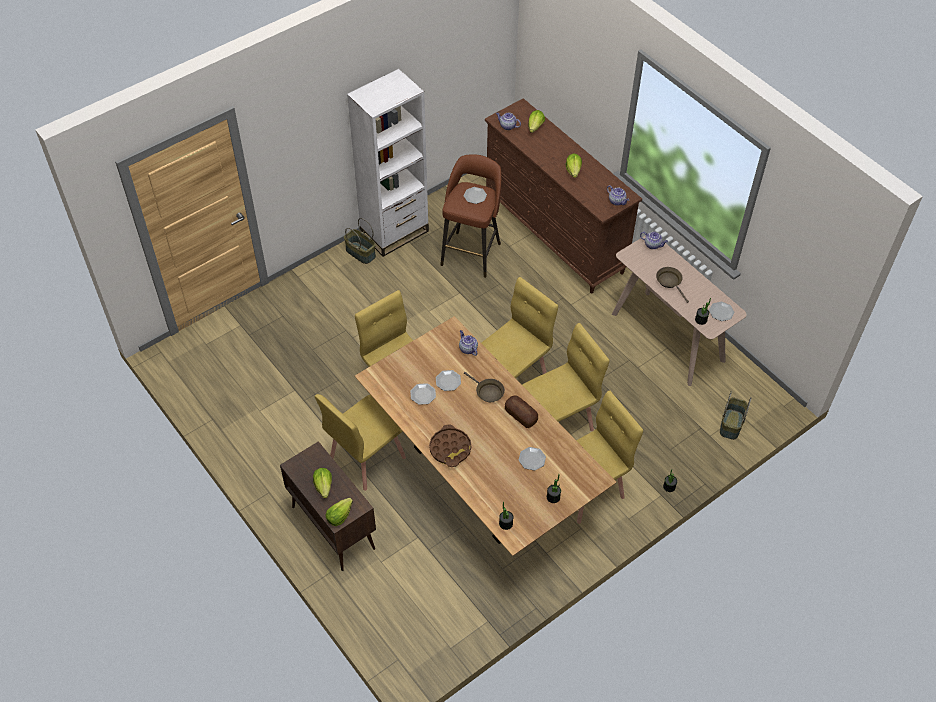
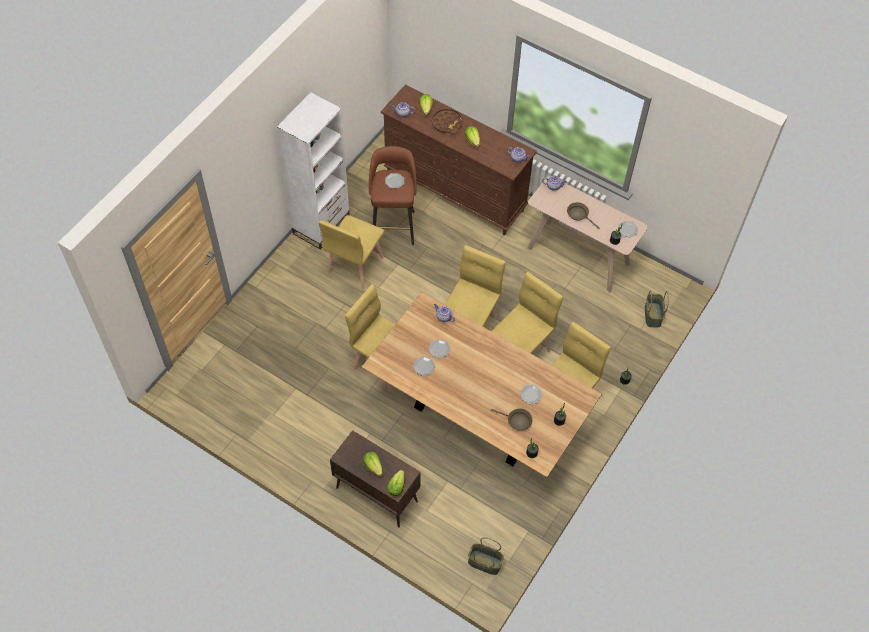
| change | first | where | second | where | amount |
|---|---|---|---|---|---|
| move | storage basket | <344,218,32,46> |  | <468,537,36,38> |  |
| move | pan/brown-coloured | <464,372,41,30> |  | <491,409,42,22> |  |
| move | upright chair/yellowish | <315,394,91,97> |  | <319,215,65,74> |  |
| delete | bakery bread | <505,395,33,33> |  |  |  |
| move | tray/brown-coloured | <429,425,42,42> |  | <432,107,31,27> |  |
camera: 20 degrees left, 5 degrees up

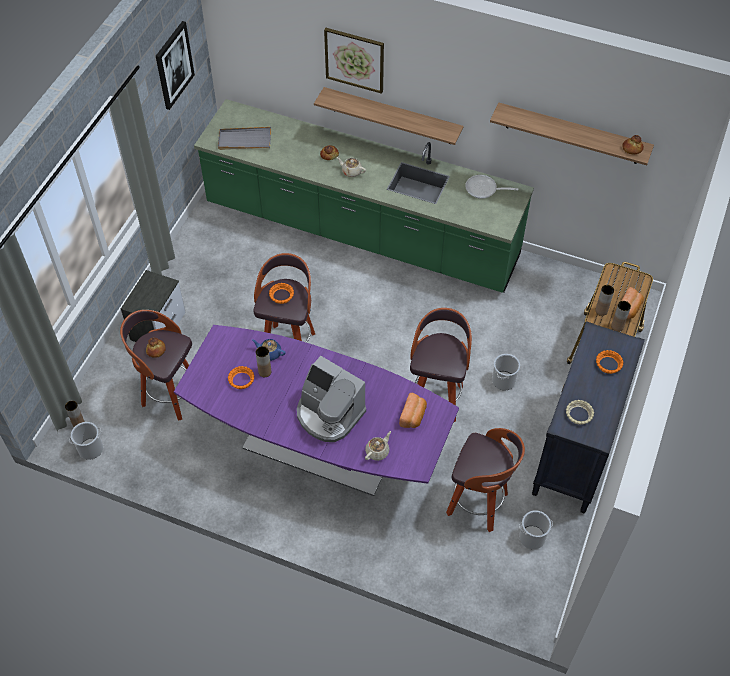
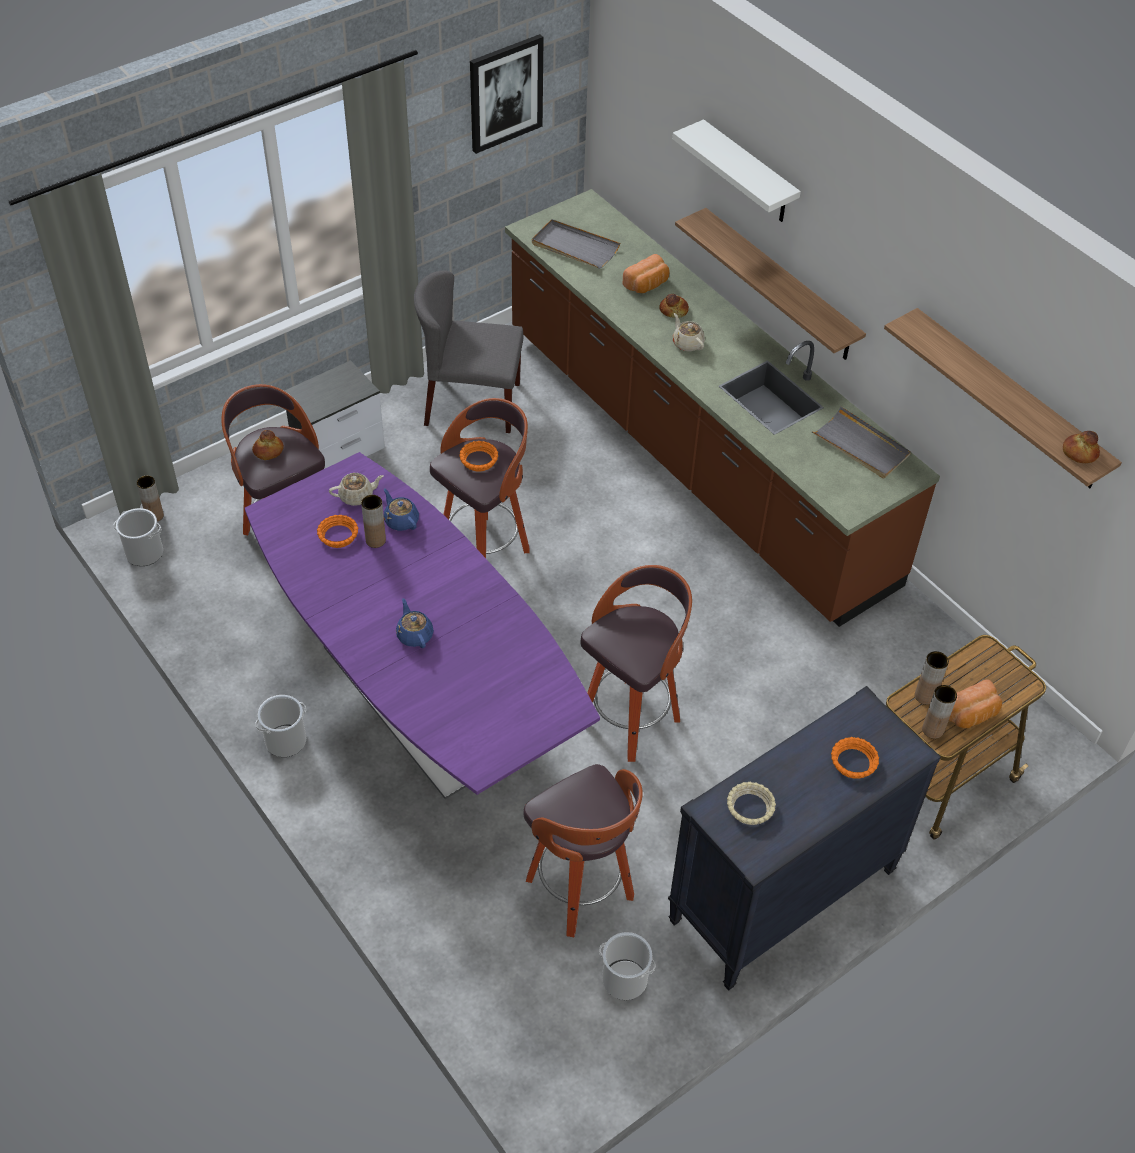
| change | first | where | second | where | amount |
|---|---|---|---|---|---|
| replace | picture | <324,28,60,66> | shelf/white | <672,119,129,103> |  |
| recolor | kitchen base unit/greenish | <194,99,340,194> | kitchen base unit/brown-coloured | <505,189,435,438> |  |
| replace | pan | <465,175,53,24> | tray/greyish | <812,406,99,72> |  |
| move | bucket | <492,354,28,36> |  | <255,695,51,62> |  |
| replace | coffee brewer | <297,356,69,86> | teapot/bluish | <396,598,38,50> |  |
| move | bakery bread | <399,393,28,35> |  | <623,254,47,39> |  |
| move | teapot/beige-coloured | <365,431,26,30> |  | <329,473,55,33> |  |
| insert |  |  | upright chair/greyish | <414,270,110,163> |  |
camera: 30 degrees right, 5 degrees down

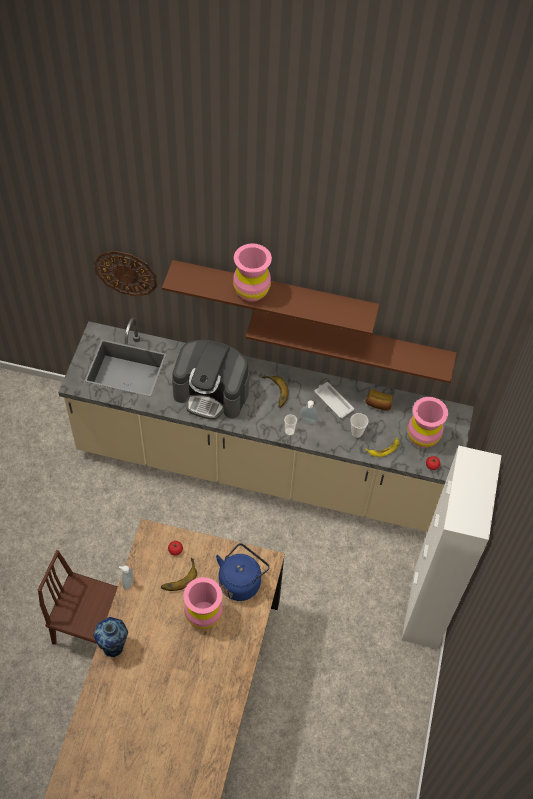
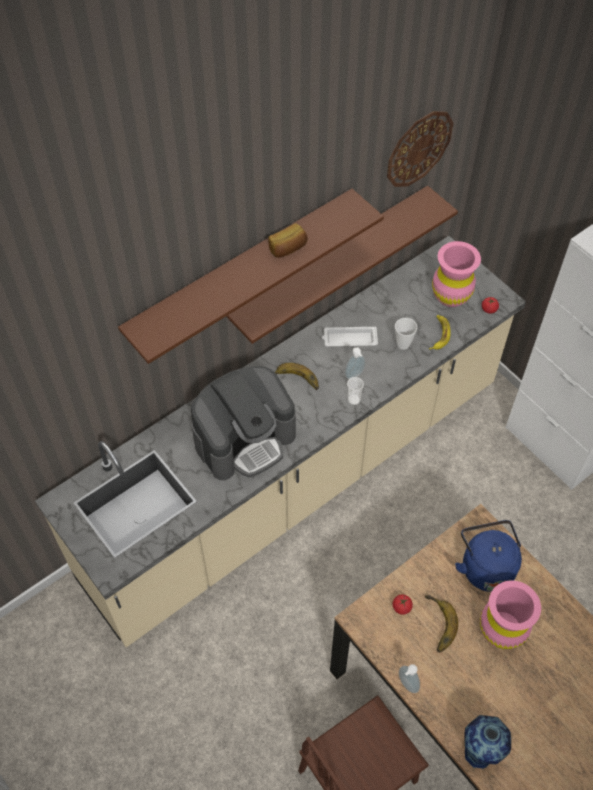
| change | first | where | second | where | amount |
|---|---|---|---|---|---|
| delete | vase/pink | <233,244,39,58> |  |  |  |
| move | hanging clock | <94,251,63,46> |  | <387,111,67,76> |  |
| move | bakery bread | <366,389,27,22> |  | <268,223,40,35> |  |
camera: 50 degrees left, 0 degrees up

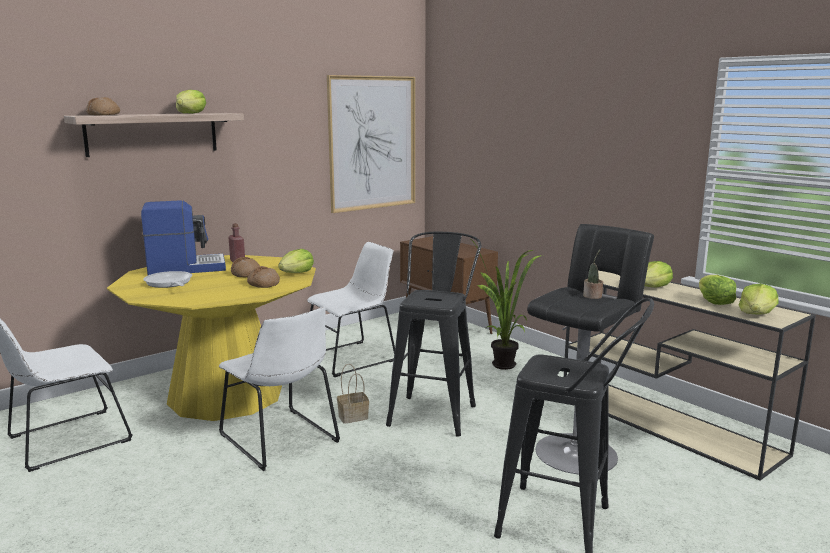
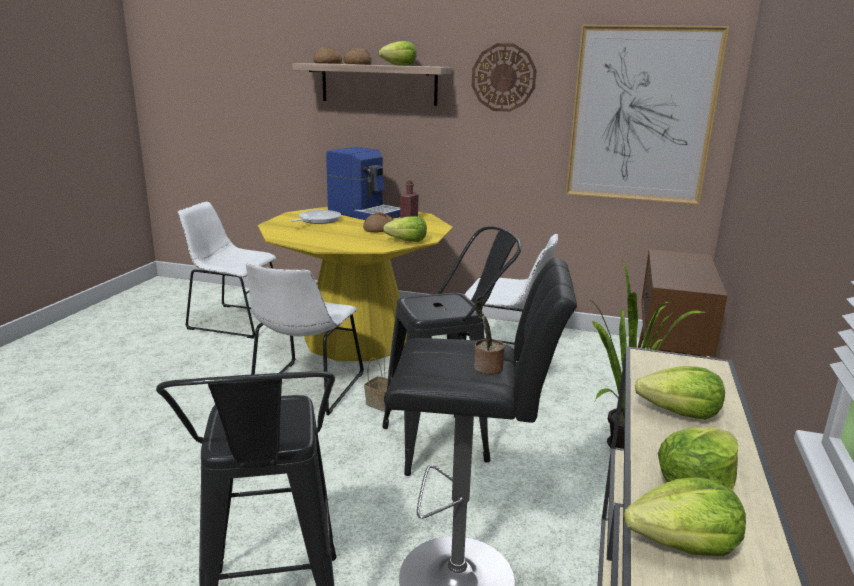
| change | first | where | second | where | amount |
|---|---|---|---|---|---|
| move | bakery bread | <247,266,33,22> |  | <343,48,29,17> |  |
| insert |  |  | hanging clock | <472,43,65,69> |  |
camera: 55 degrees right, 5 degrees up

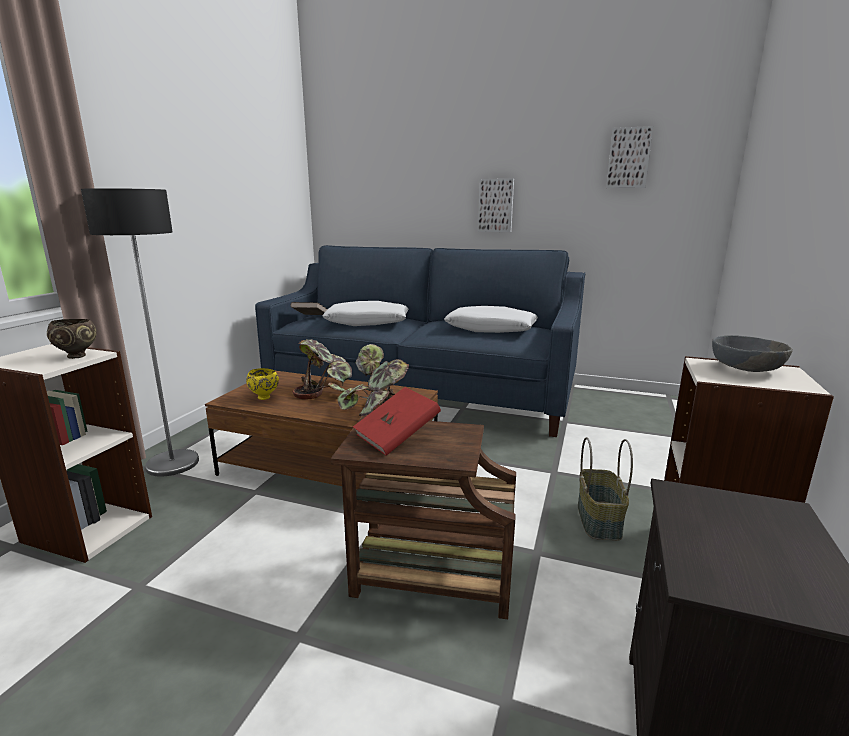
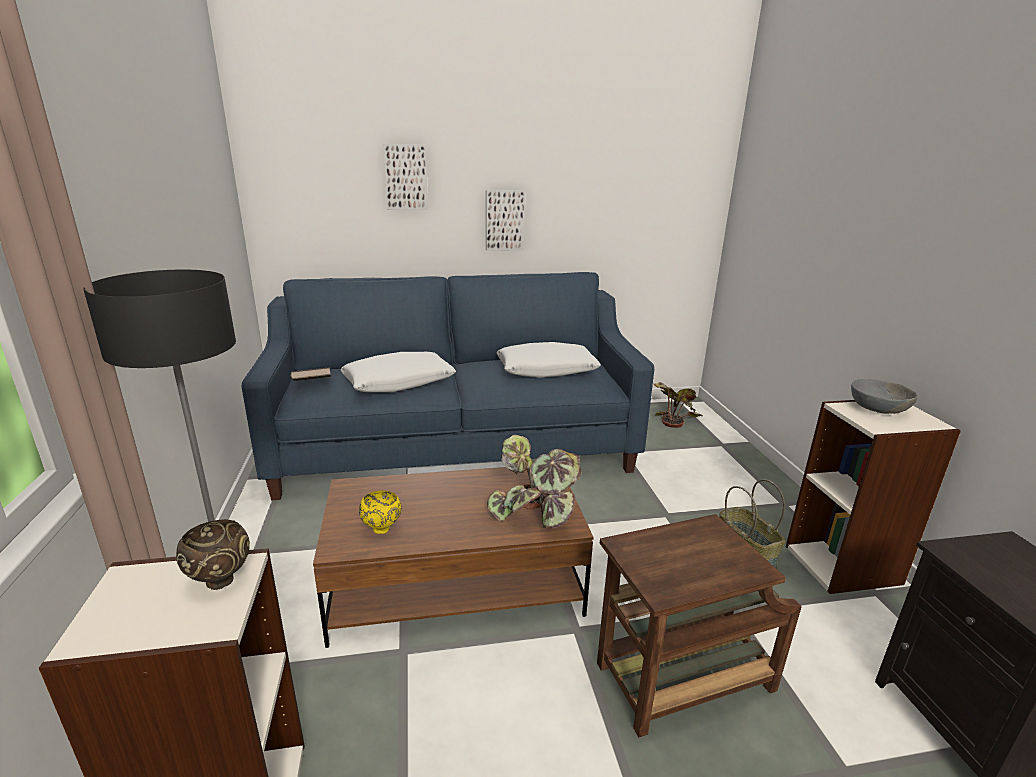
| change | first | where | second | where | amount |
|---|---|---|---|---|---|
| move | picture | <606,126,47,62> |  | <383,144,45,66> |  |
| move | plant in a pot | <292,339,60,61> |  | <654,382,49,46> |  |
| delete | bound book/reddish | <353,387,88,69> |  |  |  |
camera: 30 degrees left, 5 degrees up

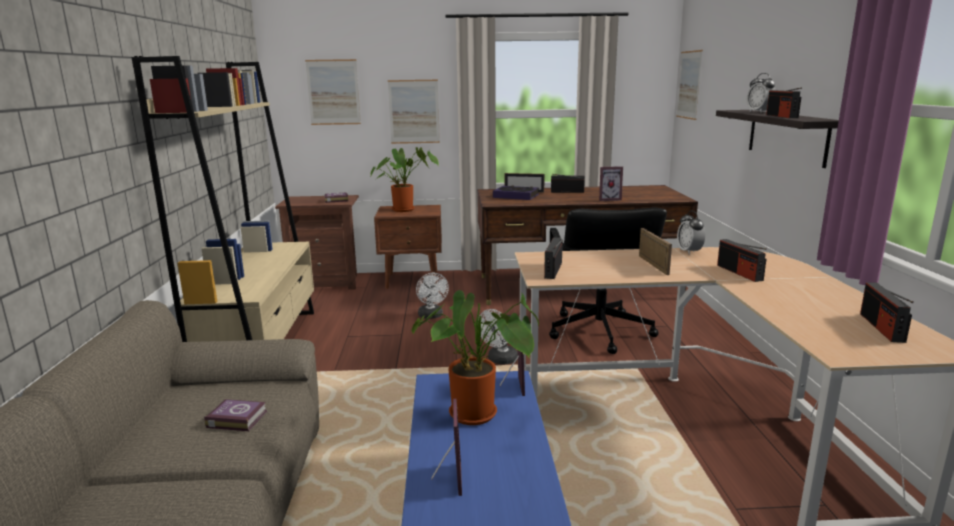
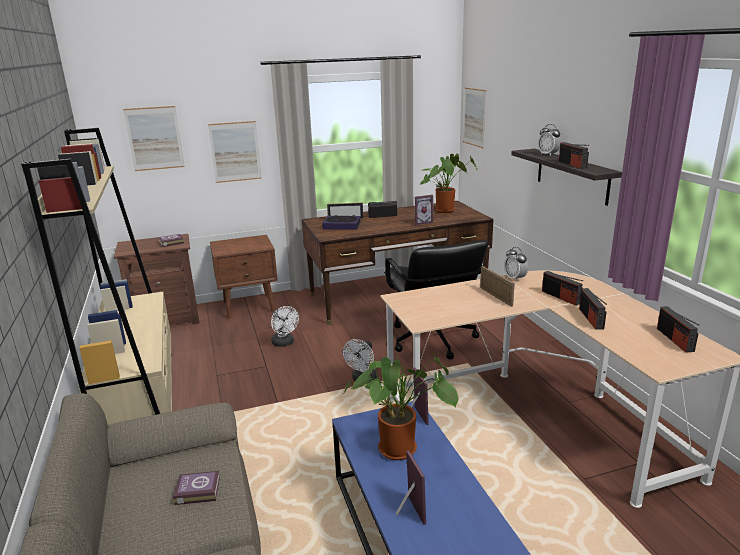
| change | first | where | second | where | amount |
|---|---|---|---|---|---|
| move | plant in a pot | <371,147,68,65> |  | <420,153,57,60> |  |
| move | radio set | <544,237,19,42> |  | <579,288,28,42> |  |
camera: 15 degrees left, 5 degrees up

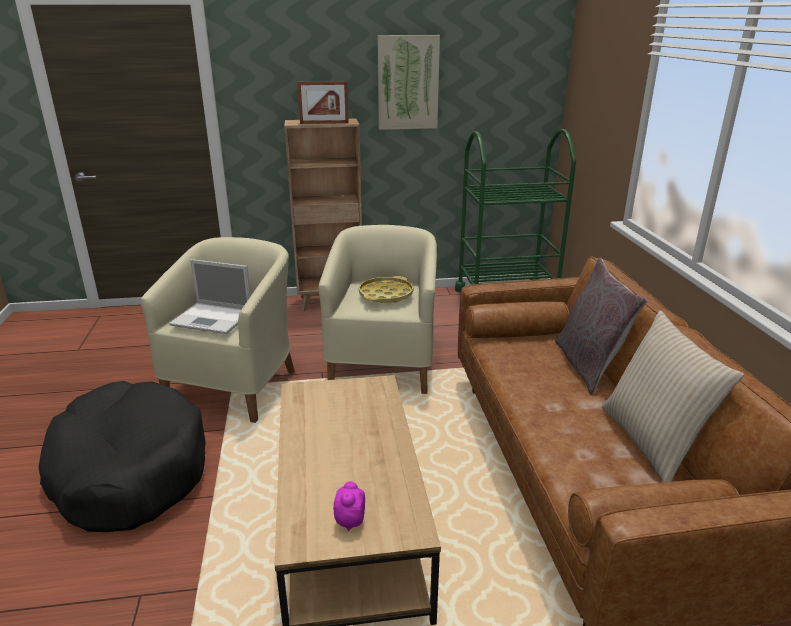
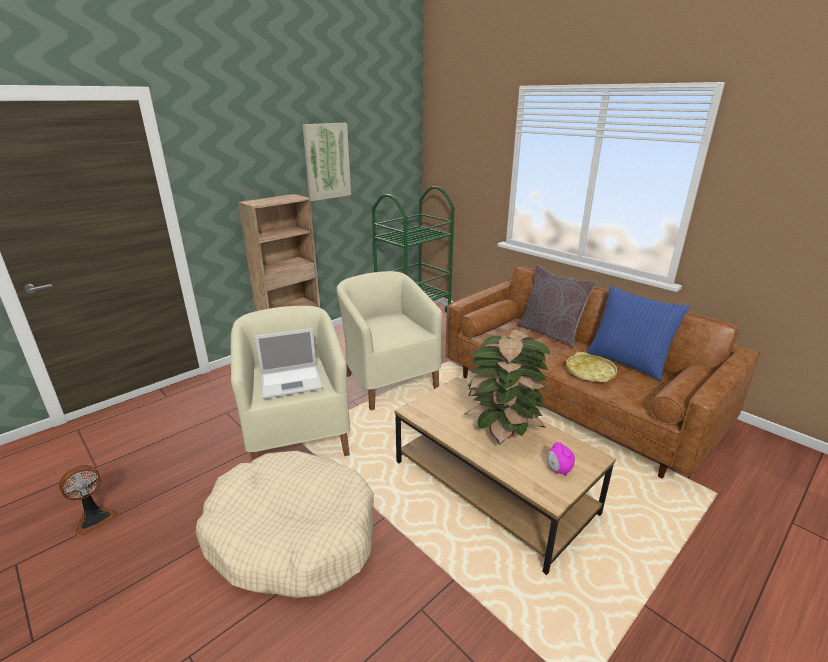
| change | first | where | second | where | amount |
|---|---|---|---|---|---|
| delete | picture frame | <297,81,52,43> |  |  |  |
| move | tray/yellowish | <359,276,54,27> |  | <566,352,51,30> |  |
| recolor | throw pillow/beige-coloured | <602,311,142,171> | throw pillow/bluish | <586,286,104,95> |  |
| recolor | pet bed/blackish | <38,381,168,151> | pet bed/beige-coloured | <196,451,178,147> |  |
| insert |  |  | plant in a pot | <464,329,86,116> |  |
| insert |  |  | electric fan | <59,465,59,71> |  |
camera: 35 degrees left, 0 degrees up

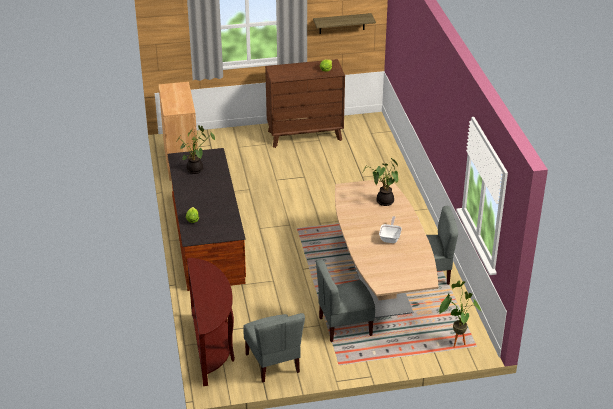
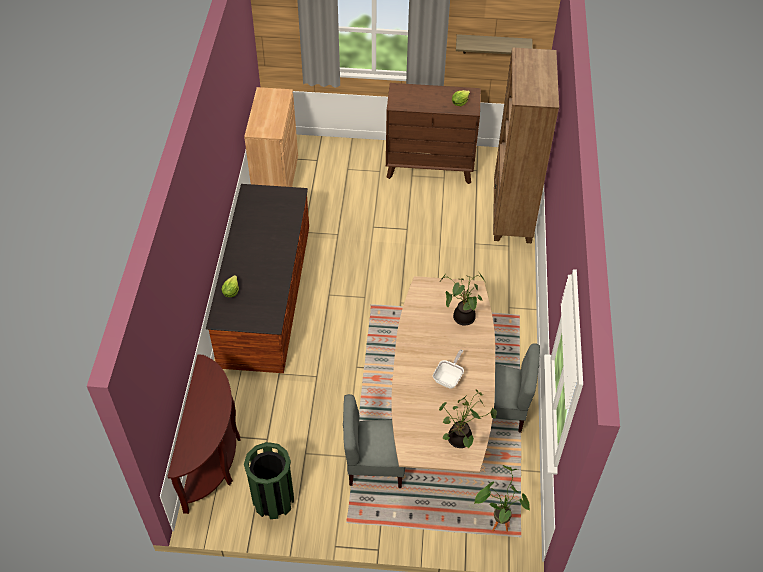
| change | first | where | second | where | amount |
|---|---|---|---|---|---|
| move | plant in a pot | <176,125,39,49> |  | <439,389,58,60> |  |
| replace | upright chair/greyish | <243,313,62,70> | trash can/greenish | <244,442,50,77> |  |
| insert |  |  | shelving unit/brown-coloured | <493,47,66,196> |  |
camera: 15 degrees right, 15 degrees up

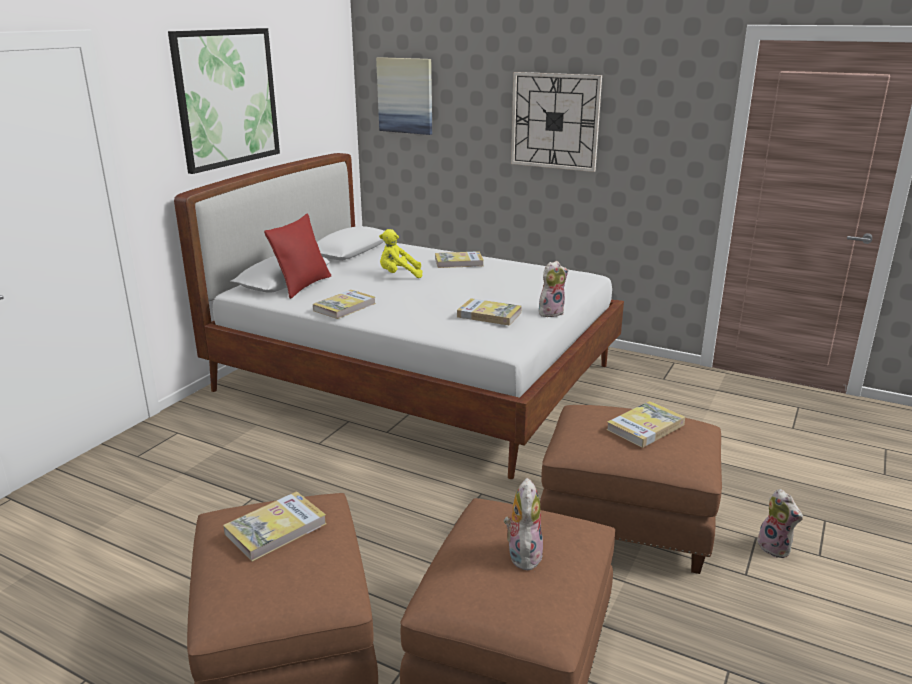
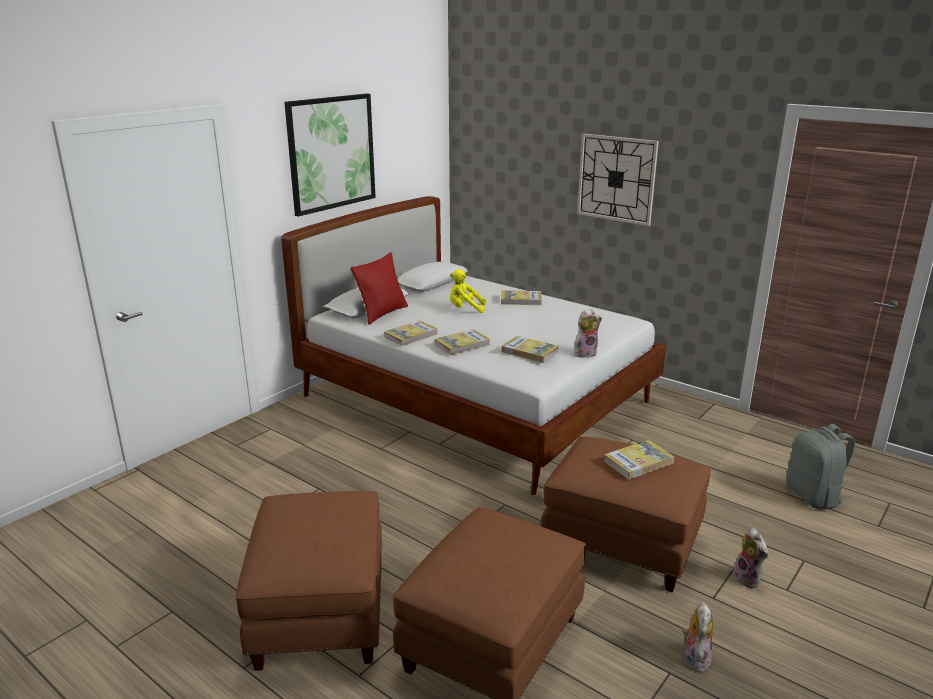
| change | first | where | second | where | amount |
|---|---|---|---|---|---|
| delete | picture | <376,57,56,78> |  |  |  |
| move | plush toy | <504,478,39,92> |  | <683,602,30,70> |  |
| move | bound book | <223,492,104,69> |  | <435,329,55,26> |  |
| insert |  |  | knapsack/greyish | <786,424,69,86> |  |
camera: 10 degrees right, 0 degrees up

